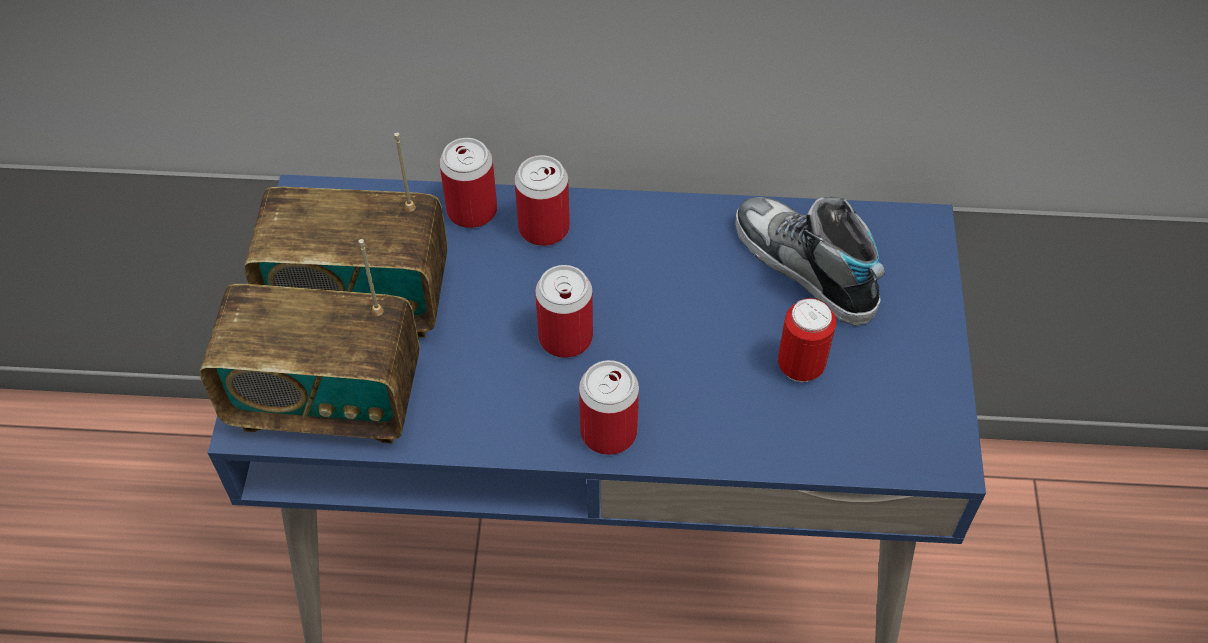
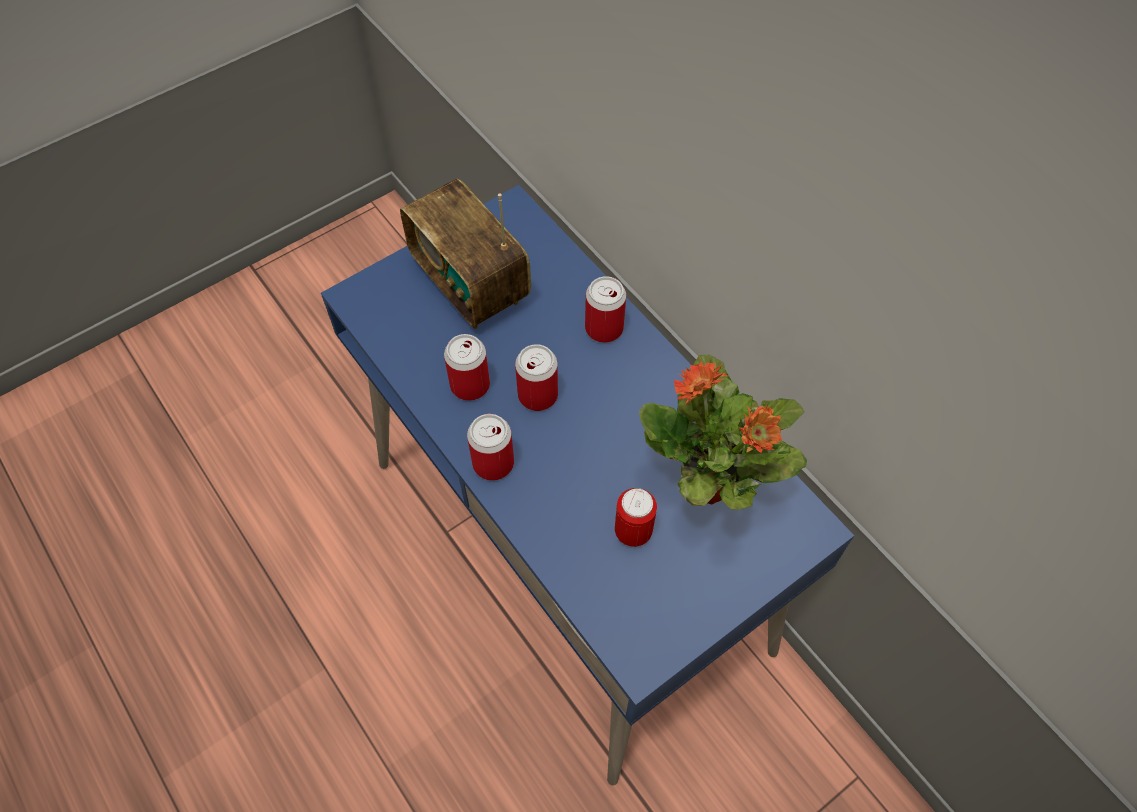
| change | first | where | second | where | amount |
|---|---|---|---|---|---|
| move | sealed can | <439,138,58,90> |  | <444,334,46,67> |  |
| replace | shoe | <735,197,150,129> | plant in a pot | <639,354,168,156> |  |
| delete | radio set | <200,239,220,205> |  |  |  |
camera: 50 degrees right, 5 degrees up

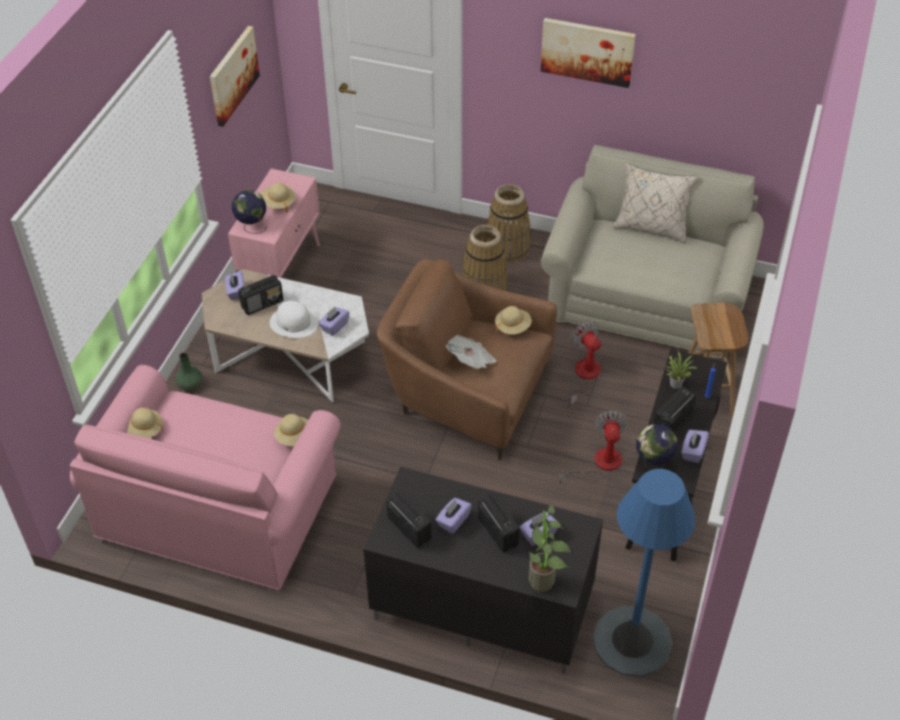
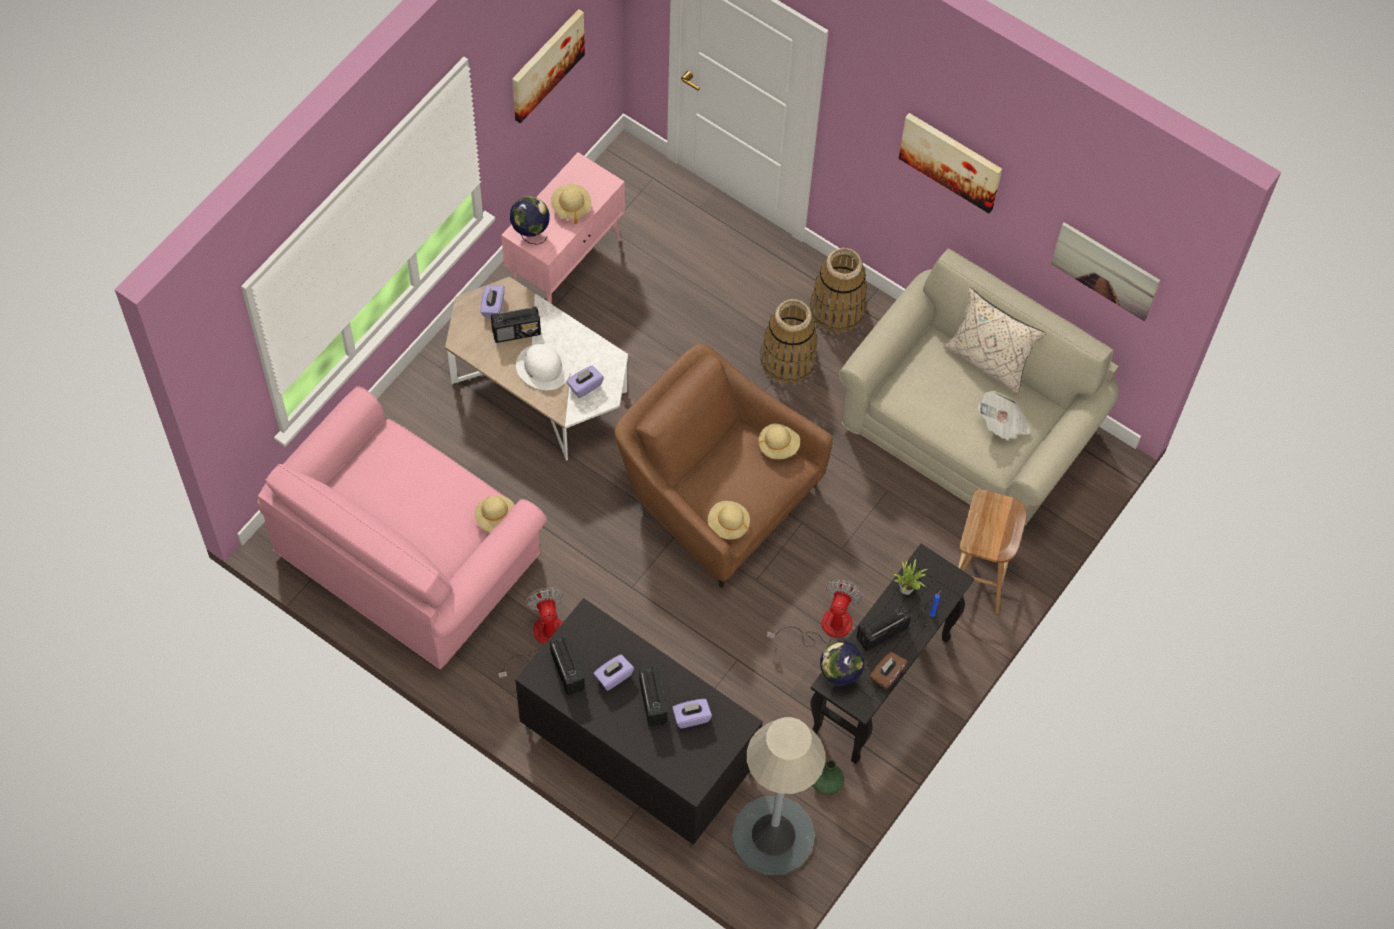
| change | first | where | second | where | amount |
|---|---|---|---|---|---|
| move | electric fan | <566,321,35,86> |  | <498,587,66,91> |  |
| move | newspaper | <445,335,52,34> |  | <978,391,52,49> |  |
| move | vase/greenish | <175,352,28,39> |  | <812,760,32,36> |  |
| move | clothing hat/beige-coloured | <127,408,37,30> |  | <708,501,42,39> |  |
| recolor | tissue box/purplish | <681,430,28,33> | tissue box/brown-coloured | <870,651,38,39> |  |
| recolor | standard lamp/bluish | <593,469,103,208> | standard lamp/greyish | <732,717,93,158> |  |
| delete | plant in a pot | <528,503,46,89> |  |  |  |
| insert |  |  | picture | <1051,222,109,99> |  |
camera: 15 degrees right, 15 degrees up

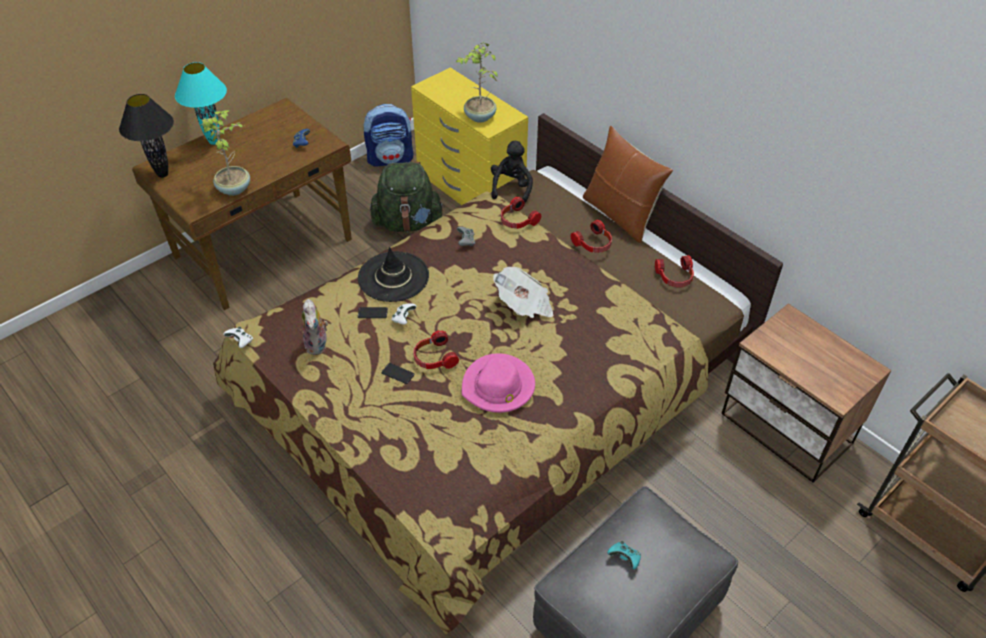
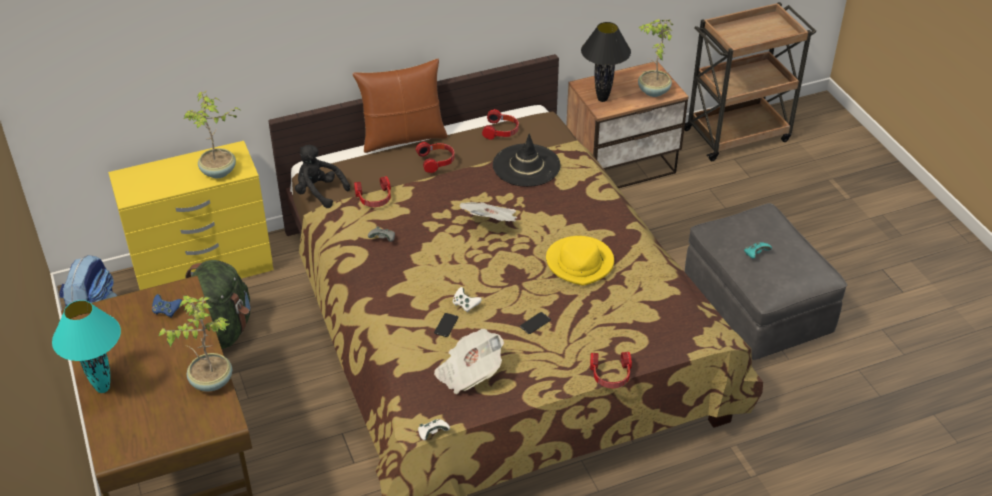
| change | first | where | second | where | amount |
|---|---|---|---|---|---|
| move | tabletop lamp/blackish | <119,94,55,84> |  | <581,22,50,80> |  |
| move | clothing hat/blackish | <358,247,71,55> |  | <493,133,68,54> |  |
| replace | plush toy | <302,299,26,56> | newspaper | <434,329,70,65> |  |
| move | pair of headphones | <413,330,46,39> |  | <590,352,42,36> |  |
| recolor | clothing hat/pink | <462,353,73,60> | clothing hat/yellowish | <546,236,68,49> |  |
| insert |  |  | plant in a pot | <638,19,35,78> |  |
camera: 70 degrees left, 5 degrees down

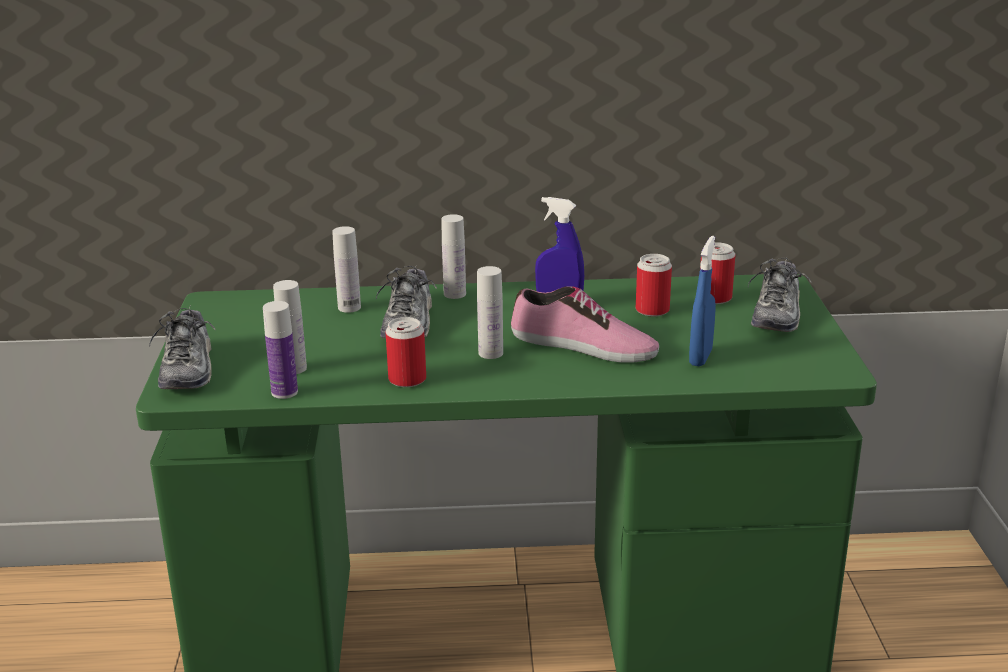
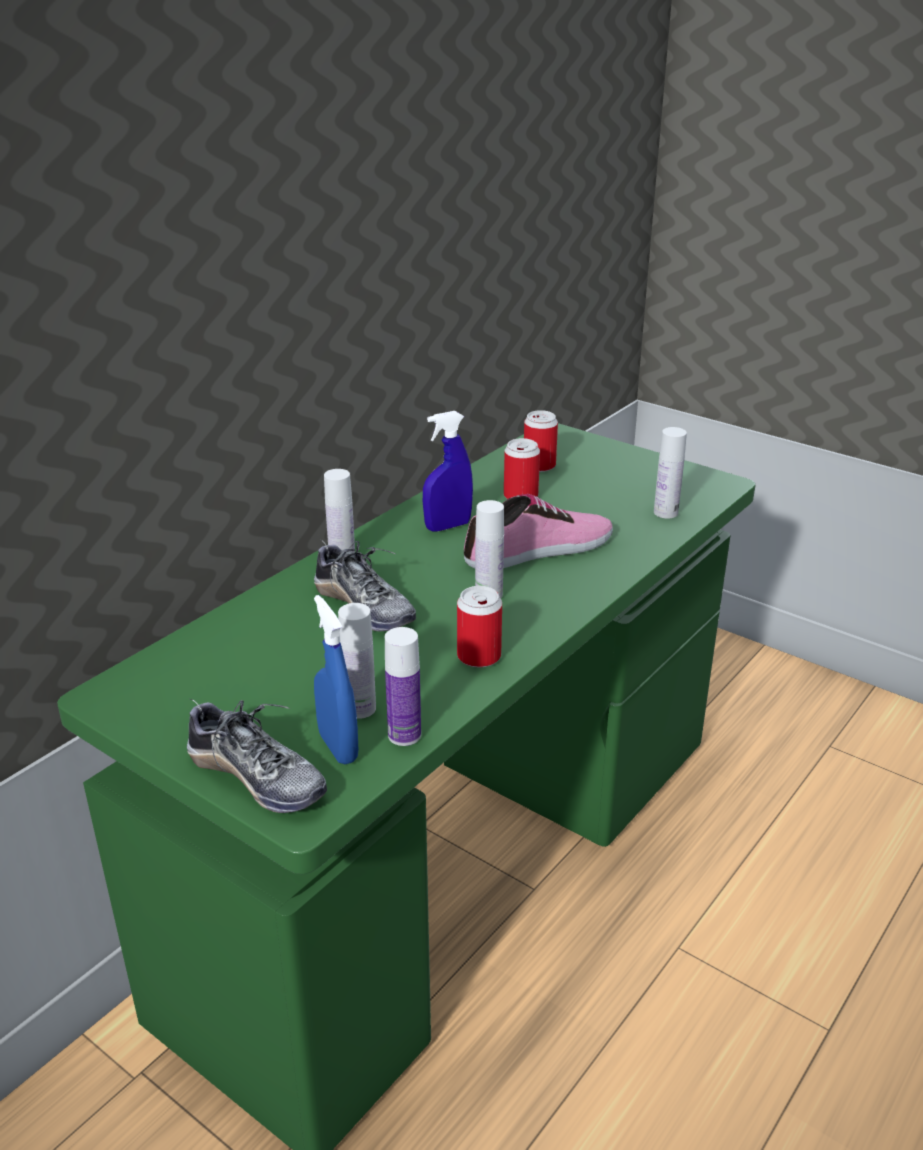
| change | first | where | second | where | amount |
|---|---|---|---|---|---|
| move | beverage bottle/white | <332,226,29,87> |  | <654,427,33,92> |  |
| move | sprayer/bluish | <689,236,27,130> |  | <314,595,44,169> |  |
| delete | shoe | <748,258,64,74> |  |  |  |
camera: 50 degrees left, 5 degrees up

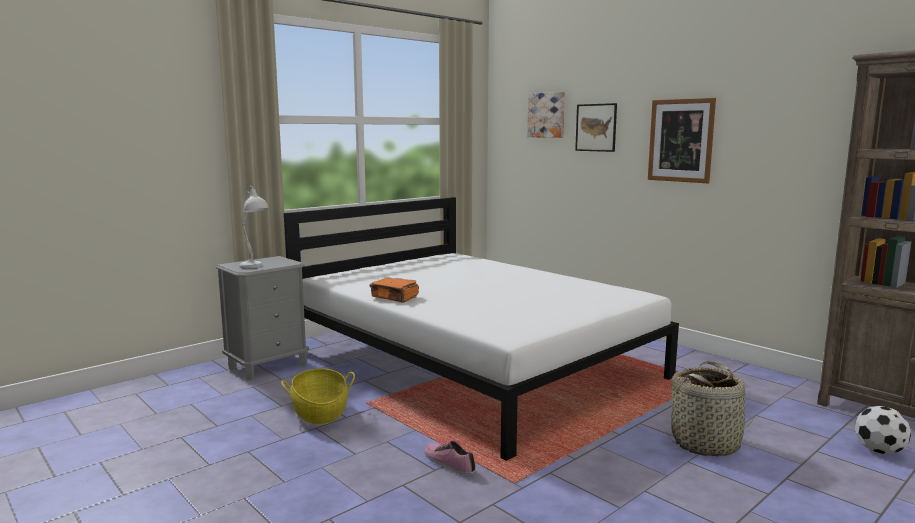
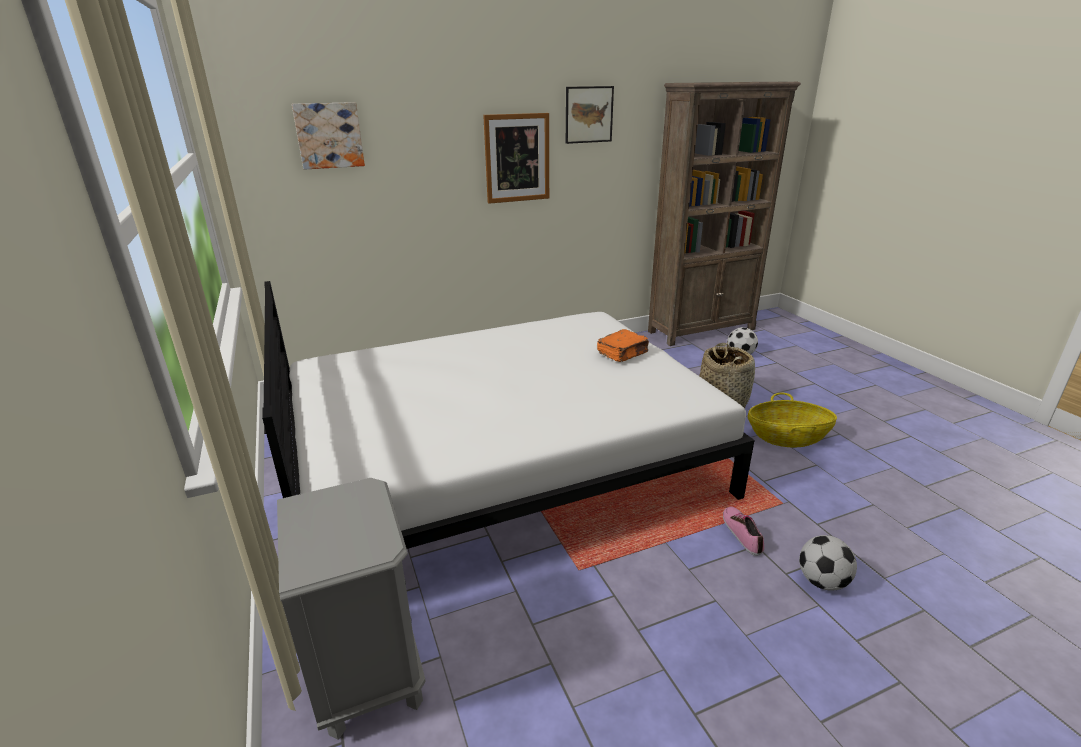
| change | first | where | second | where | amount |
|---|---|---|---|---|---|
| move | picture | <575,103,42,49> |  | <566,86,48,58> |  |
| delete | tabletop lamp/white | <239,186,30,82> |  |  |  |
| move | bound book/orangey | <369,277,50,26> |  | <597,329,52,33> |  |
| move | storage basket | <281,369,74,56> |  | <748,393,89,55> |  |
| rotate | shoe | <424,440,52,35> |  | <723,506,41,50> | 105 degrees clockwise |
| insert |  |  | ball for football | <799,535,58,56> |  |
camera: 70 degrees left, 15 degrees up

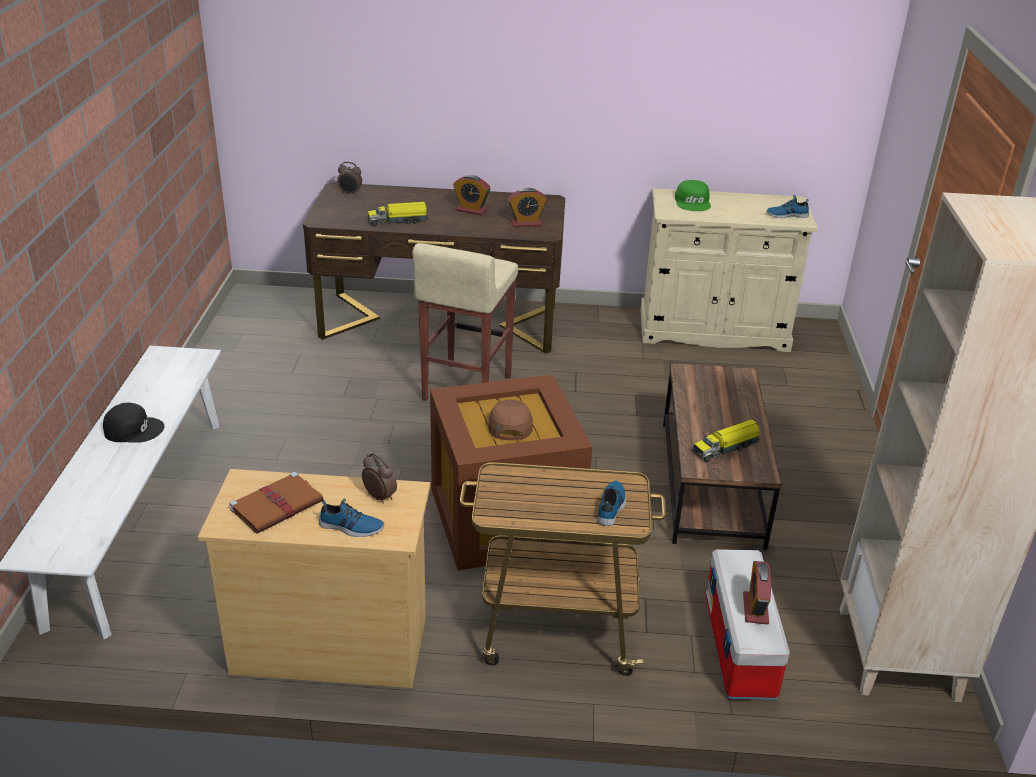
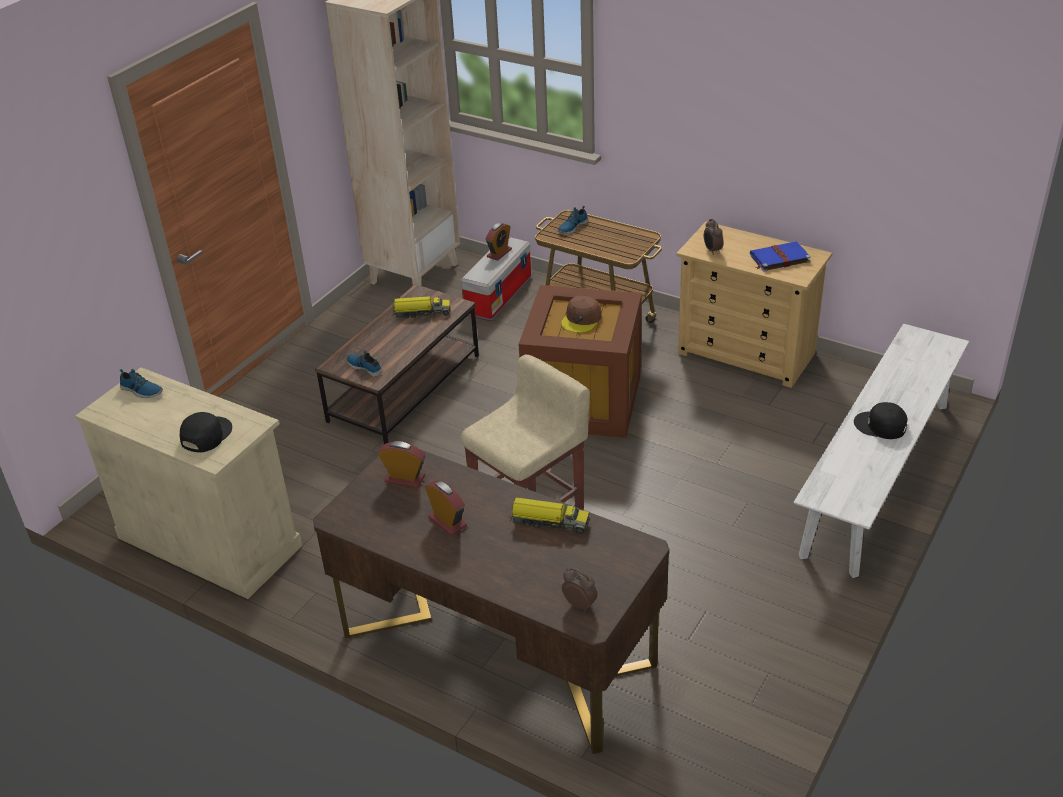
| change | first | where | second | where | amount |
|---|---|---|---|---|---|
| recolor | baseball cap/greenish | <675,180,36,31> | baseball cap/blackish | <180,412,52,41> |  |
| recolor | bound book/brown-coloured | <229,472,95,62> | bound book/bluish | <750,242,61,30> |  |
| move | shoe | <319,498,65,39> |  | <347,350,35,27> |  |
camera: 150 degrees left, 5 degrees up

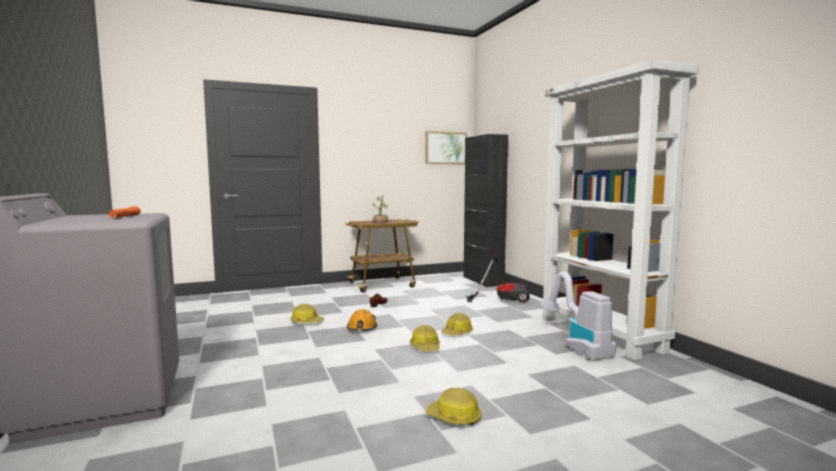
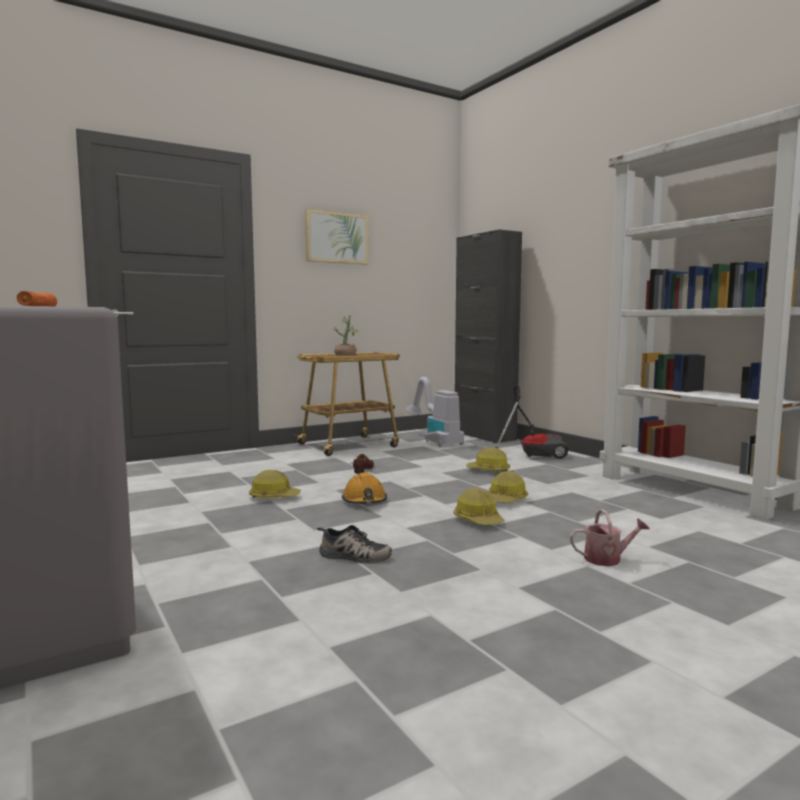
| change | first | where | second | where | amount |
|---|---|---|---|---|---|
| move | picture | <426,131,41,33> |  | <305,209,64,56> |  |
| move | hoover | <542,271,74,89> |  | <407,377,57,70> |  |
| move | hard hat | <426,388,56,37> |  | <466,447,44,25> |  |
| insert |  |  | watering can | <570,509,80,57> |  |
| insert |  |  | shoe | <317,525,75,38> |  |
camera: 10 degrees left, 0 degrees up

